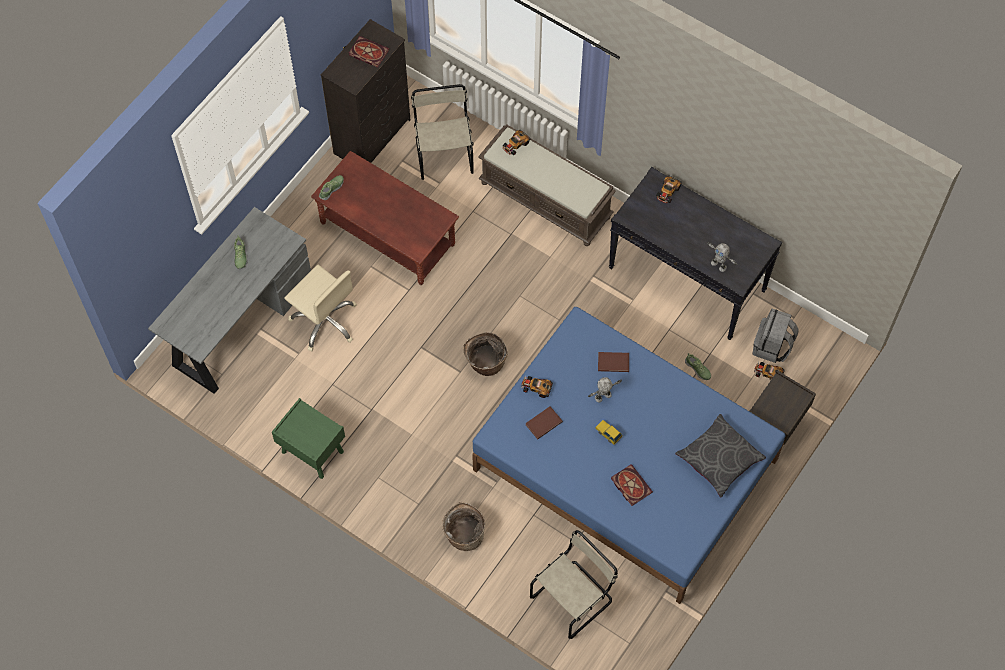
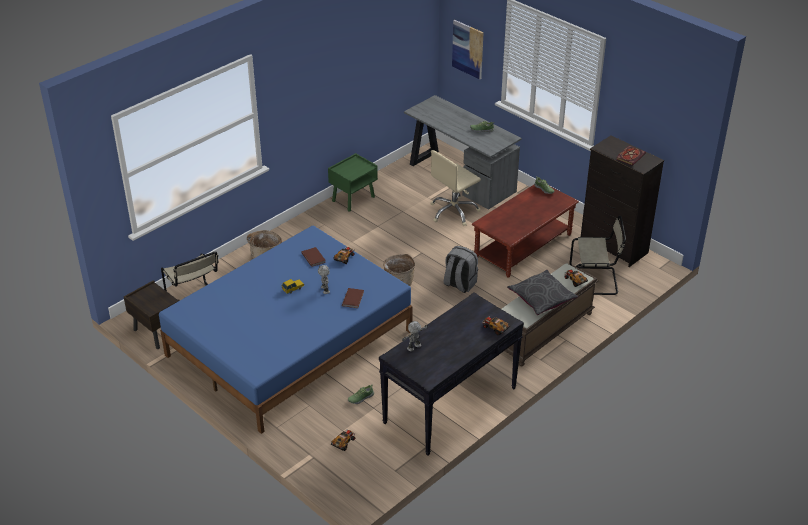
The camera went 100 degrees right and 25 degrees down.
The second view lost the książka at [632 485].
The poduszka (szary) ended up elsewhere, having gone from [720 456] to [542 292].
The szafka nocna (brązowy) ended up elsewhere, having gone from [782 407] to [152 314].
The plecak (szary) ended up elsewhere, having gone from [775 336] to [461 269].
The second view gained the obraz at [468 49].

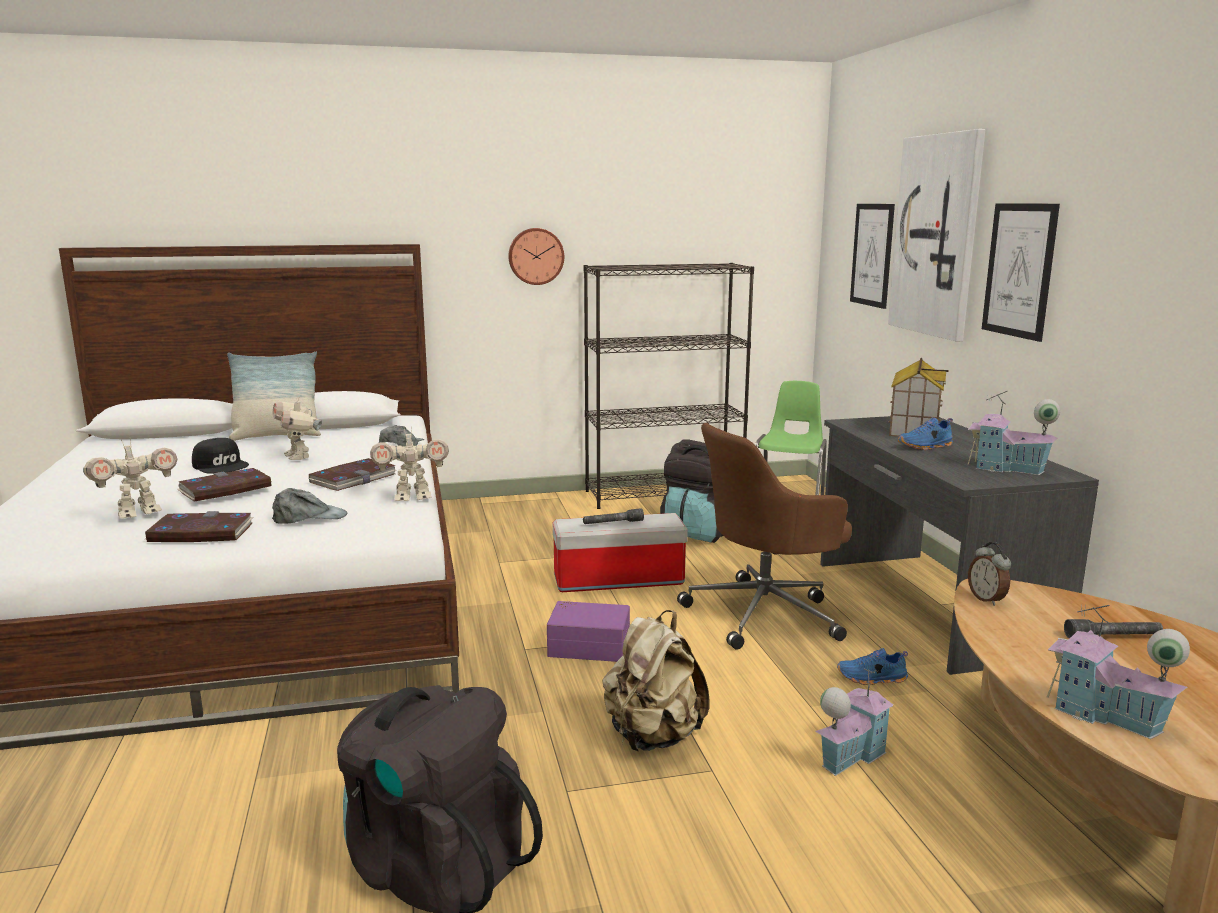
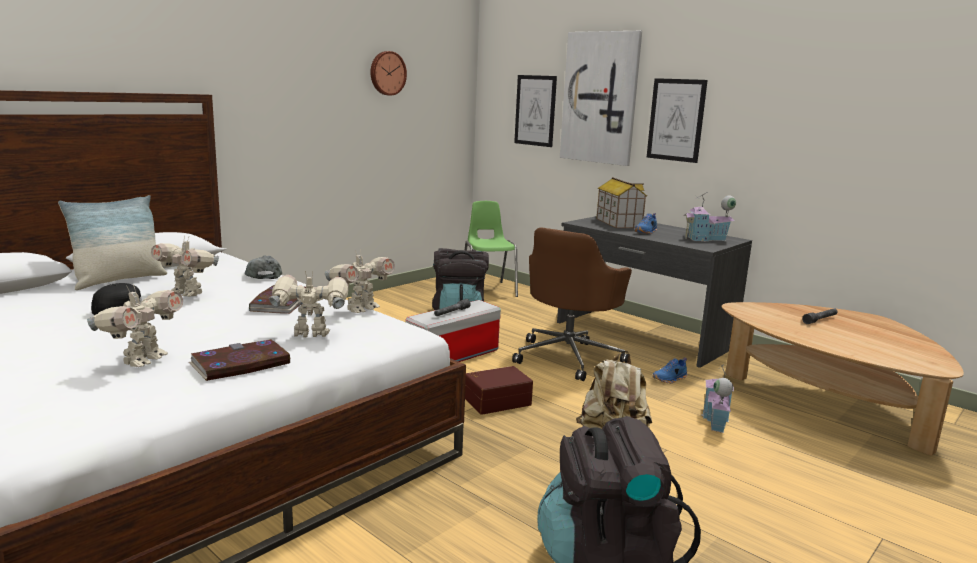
The camera went 35 degrees left and 0 degrees up.
The second view lost the książka at [224 485].
Where the czapka z daszkiem (szary) stood at [309 506], the robot zabawkowy came to stand at [309 304].
The zegar ścienny ended up elsewhere, having gone from [536 256] to [389 73].
What was the pojemnik do przechowywania (fioletowy) at [588 631] turned into the pojemnik do przechowywania (brązowy) at [499 390].
The second view lost the regał (czarny) at [669 386].
The second view lost the budzik at [989 574].
The second view lost the domek at [1118 672].

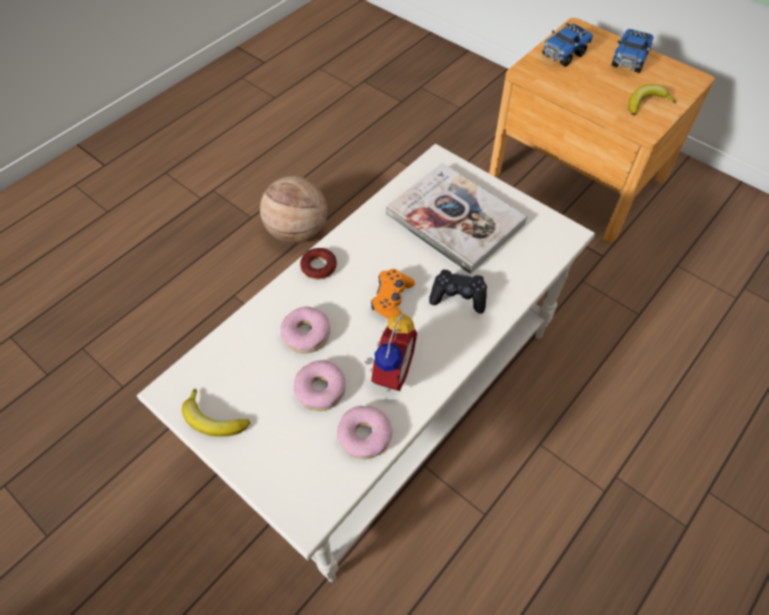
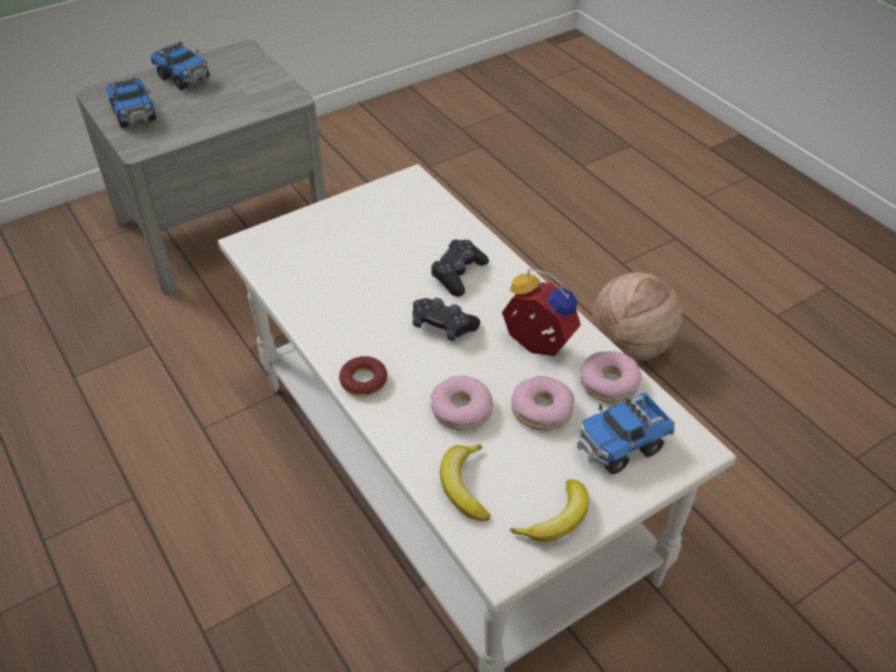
The camera went 75 degrees left and 10 degrees down.
The piłka do koszykówki ended up elsewhere, having gone from [293 210] to [637 316].
What was the pad do gier (pomarańczowy) at [393 294] turned into the pad do gier (czarny) at [446 319].
The second view lost the książka at [456 218].
What was the szafka nocna (brązowy) at [602 130] turned into the szafka nocna (szary) at [200 167].
The banan ended up elsewhere, having gone from [652 99] to [465 483].
The second view gained the ciężarówka zabawkowa at [626 433].

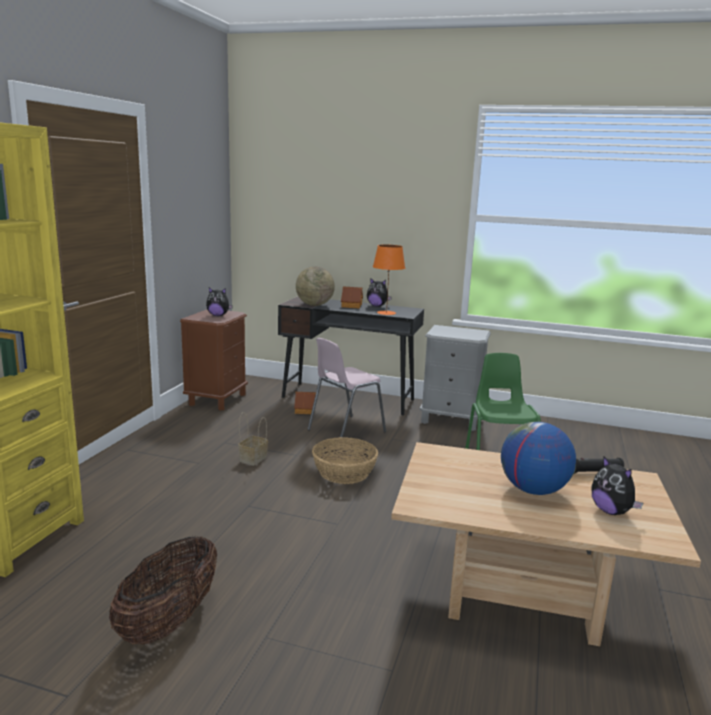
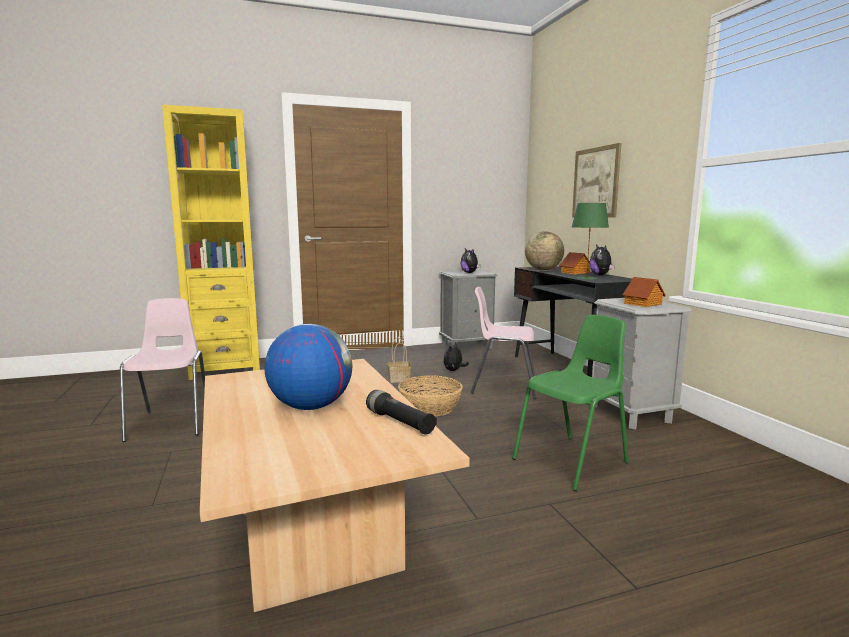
The camera went 55 degrees right and 5 degrees down.
Where the koszyk stood at [163 589], the krzesło (różowy) came to stand at [162 370].
What was the szafka nocna (brązowy) at [214 360] turned into the szafka nocna (szary) at [468 309].
The domek ended up elsewhere, having gone from [305 403] to [644 292].
What was the lampa stołowa (pomarańczowy) at [389 279] turned into the lampa stołowa (zielony) at [590 241].
The pluszak ended up elsewhere, having gone from [617 486] to [456 356].
The second view gained the obraz at [597 180].

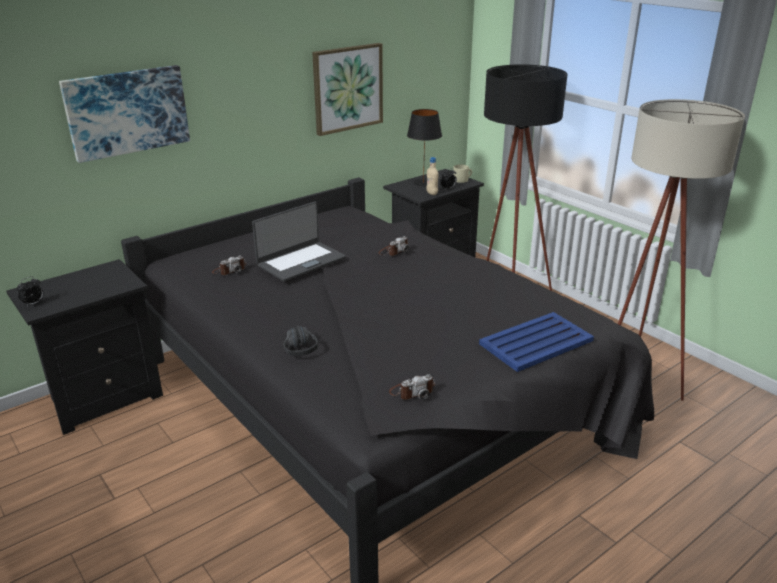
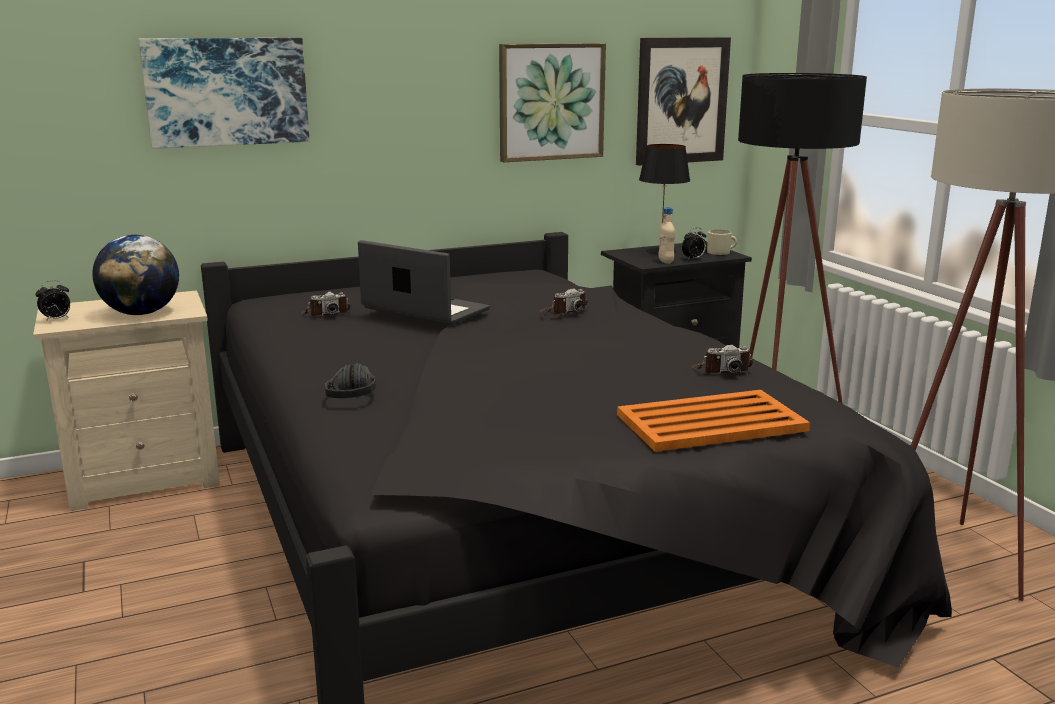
The camera went 15 degrees right and 10 degrees down.
What was the szafka nocna (czarny) at [84 347] turned into the szafka nocna (beżowy) at [126 400].
The laptop at [299 241] ended up facing another way, 120 degrees counterclockwise from before.
The aparat fotograficzny ended up elsewhere, having gone from [412 387] to [722 359].
What was the taca (niebieski) at [536 342] turned into the taca (pomarańczowy) at [713 421].
The second view gained the globus at [135 275].
The second view gained the obraz at [683 101].

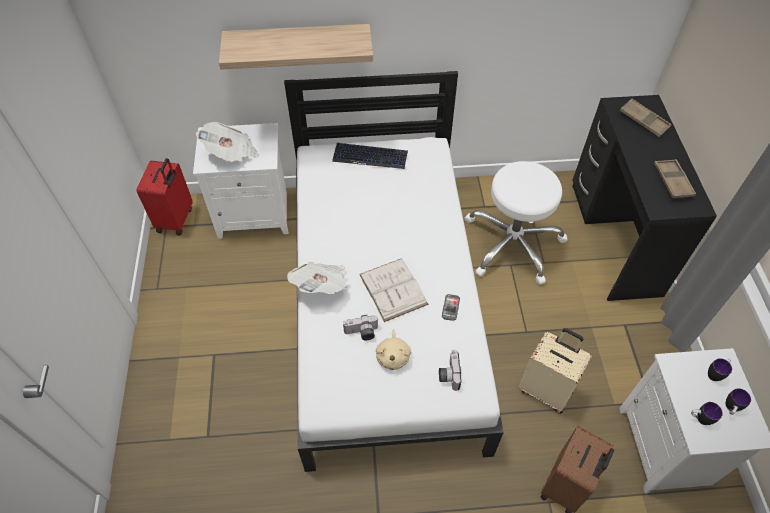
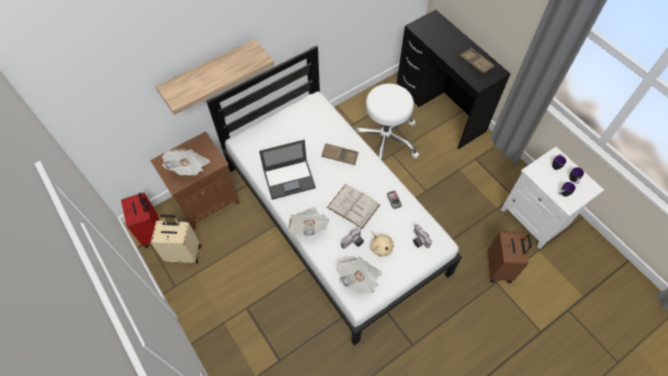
The camera went 30 degrees left and 5 degrees up.
What was the szafka nocna (biały) at [240 181] turned into the szafka nocna (brązowy) at [195 180].
The second view lost the klawiatura at [370 156].
The walizka (beżowy) ended up elsewhere, having gone from [555 371] to [176 239].
The taca (brązowy) ended up elsewhere, having gone from [645 117] to [340 154].
The second view gained the laptop at [287 170].
The second view gained the gazeta at [359 275].

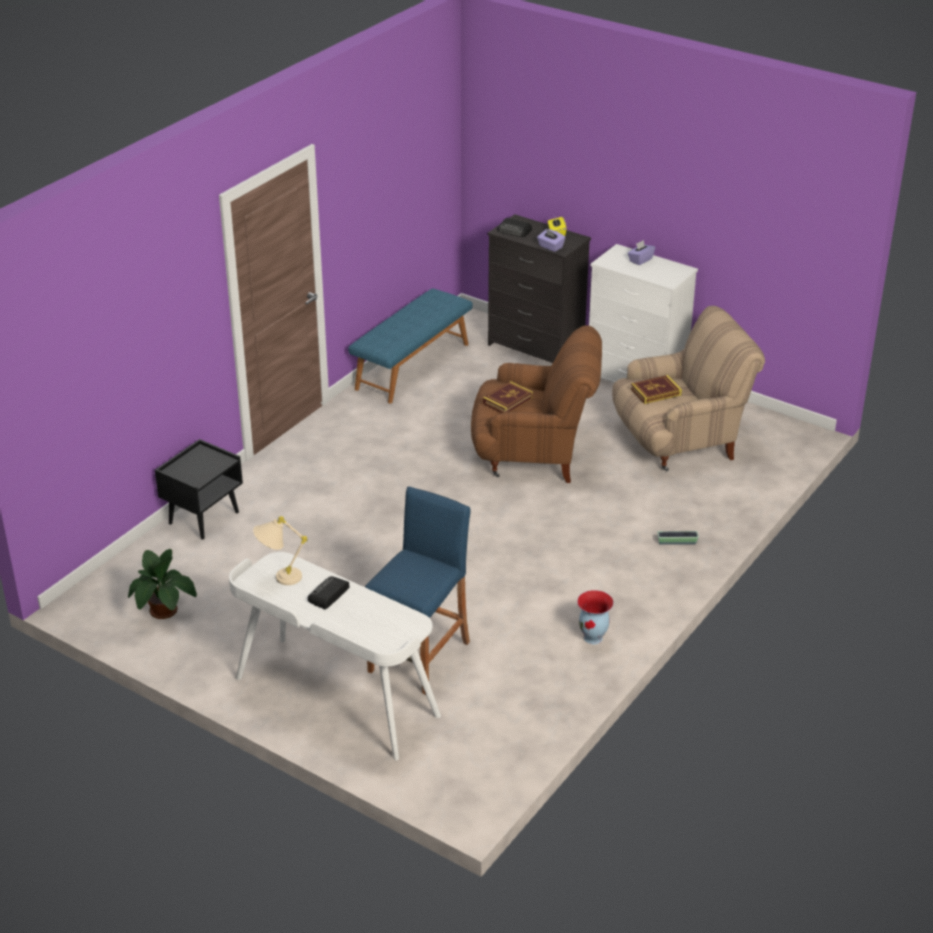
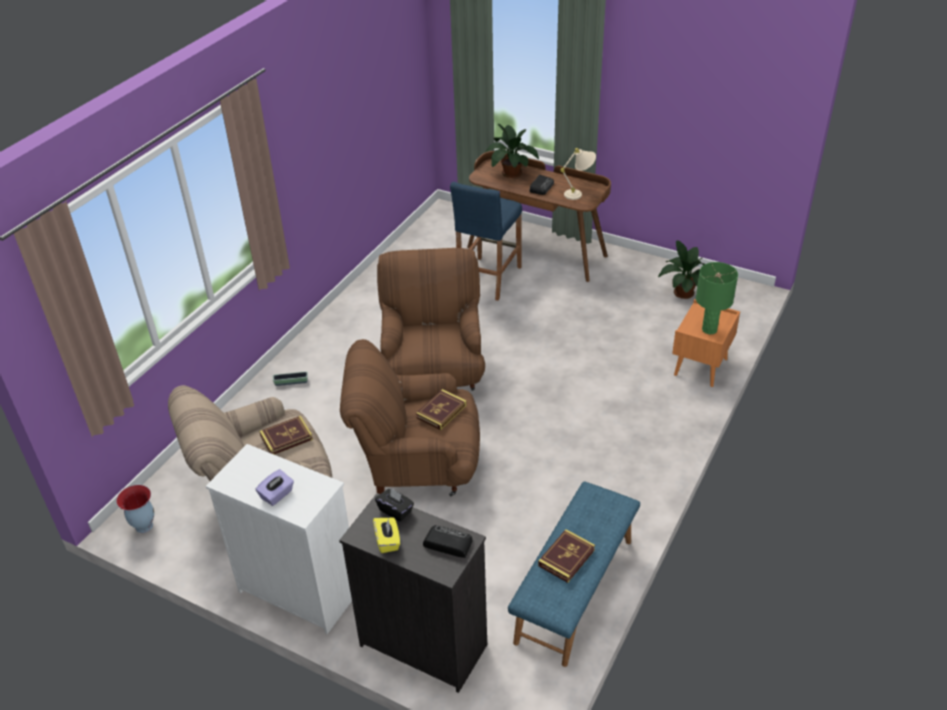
The camera went 175 degrees right and 5 degrees up.
What was the szafka nocna (czarny) at [199 489] turned into the szafka nocna (pomarańczowy) at [706 343].
What was the biurko (biały) at [335 656] turned into the biurko (brązowy) at [539 216].
What was the pudełko chusteczek (fioletowy) at [551 240] turned into the pudełko chusteczek (czarny) at [394 505].
The wazon ended up elsewhere, having gone from [595 617] to [135 509].
The second view gained the fotel (brązowy) at [431 319].
The second view gained the roślina doniczkowa at [512 151].
The second view gained the książka at [566 556].
The second view gained the lampa stołowa (zielony) at [717 298].

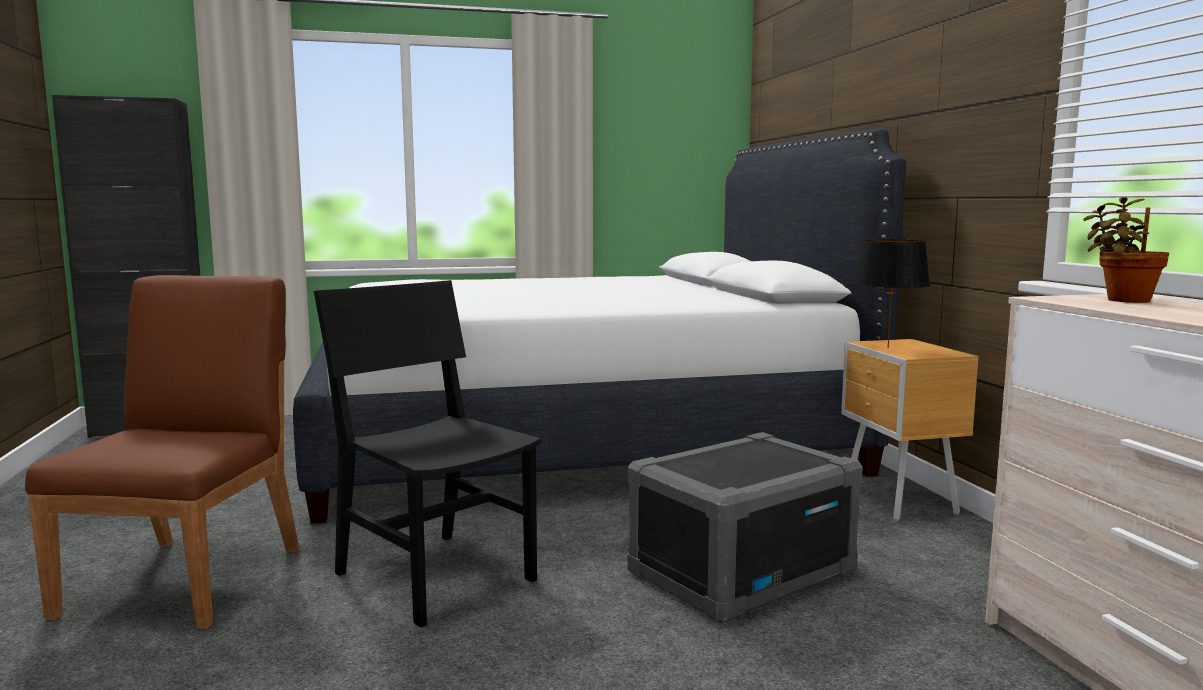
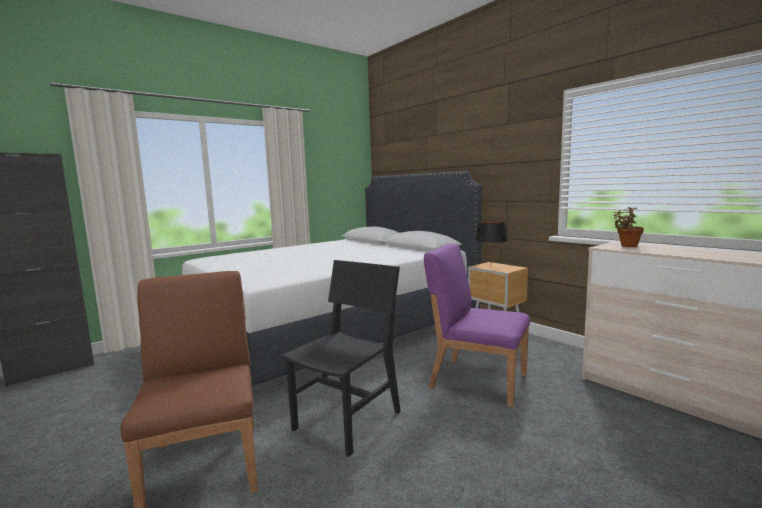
The camera went 25 degrees left and 0 degrees up.
The krzesło (czarny) at [427 454] ended up facing another way, 105 degrees clockwise from before.
Where the pojemnik do przechowywania (szary) stood at [745 528], the krzesło (fioletowy) came to stand at [477 325].

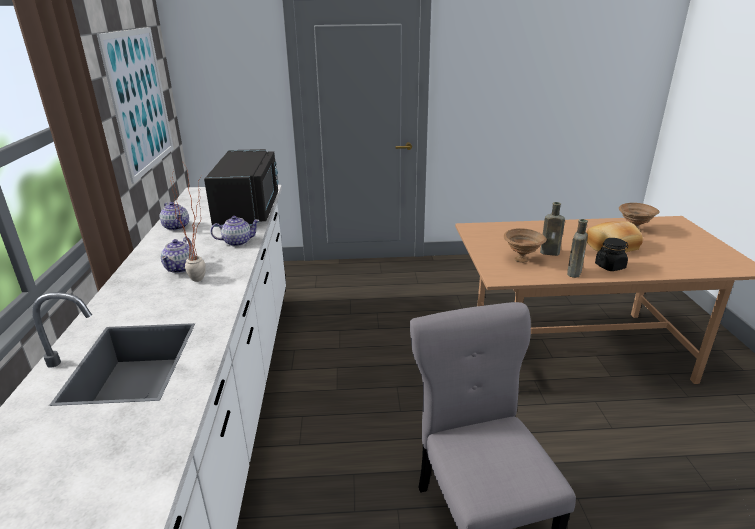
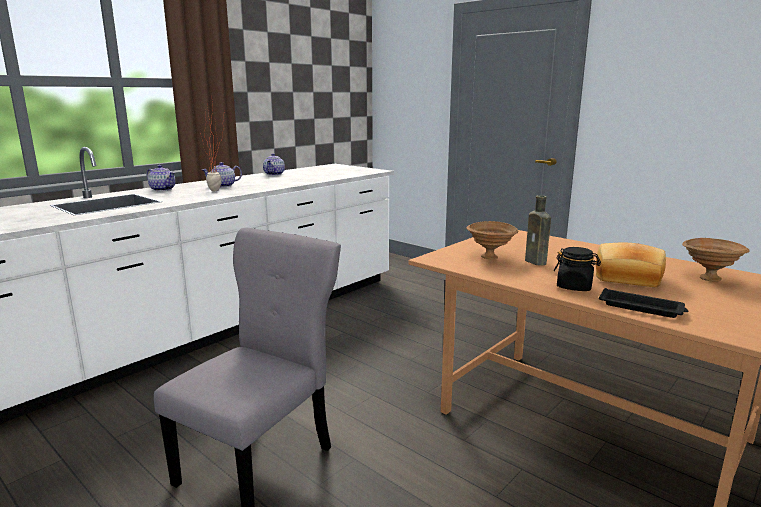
The camera went 45 degrees right and 10 degrees down.
The second view lost the obraz at [135 105].
The second view lost the mikrofalówka (czarny) at [241 188].
The imbryk ended up elsewhere, having gone from [235 231] to [161 178].
The second view lost the butelka (brązowy) at [577 248].
The second view gained the taca (czarny) at [644 303].

